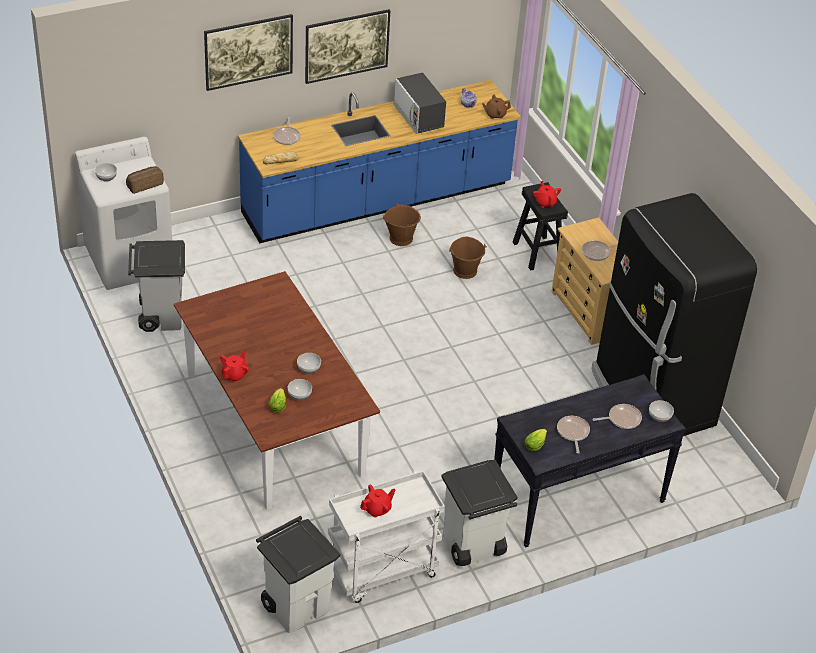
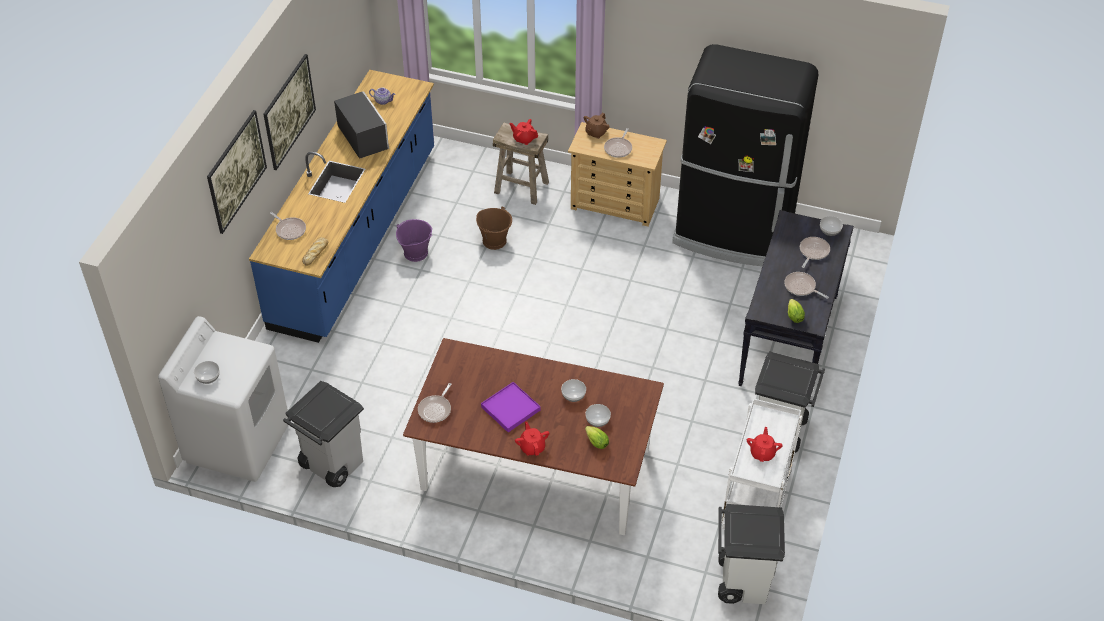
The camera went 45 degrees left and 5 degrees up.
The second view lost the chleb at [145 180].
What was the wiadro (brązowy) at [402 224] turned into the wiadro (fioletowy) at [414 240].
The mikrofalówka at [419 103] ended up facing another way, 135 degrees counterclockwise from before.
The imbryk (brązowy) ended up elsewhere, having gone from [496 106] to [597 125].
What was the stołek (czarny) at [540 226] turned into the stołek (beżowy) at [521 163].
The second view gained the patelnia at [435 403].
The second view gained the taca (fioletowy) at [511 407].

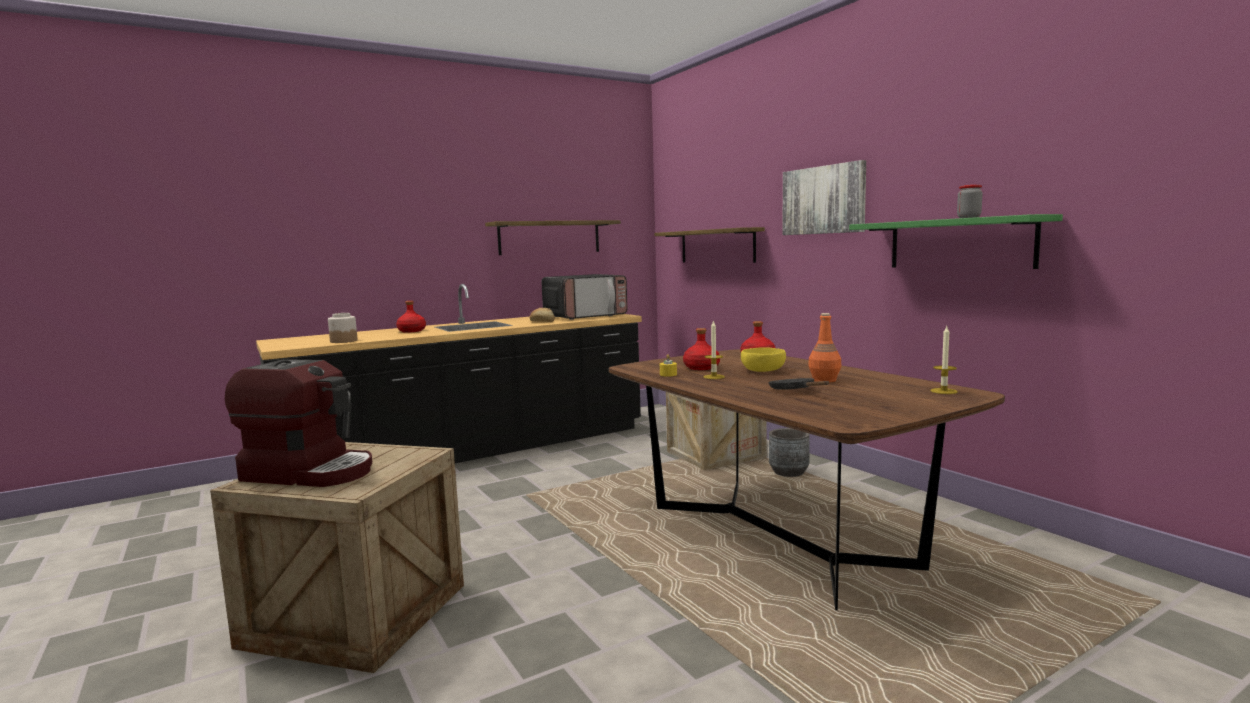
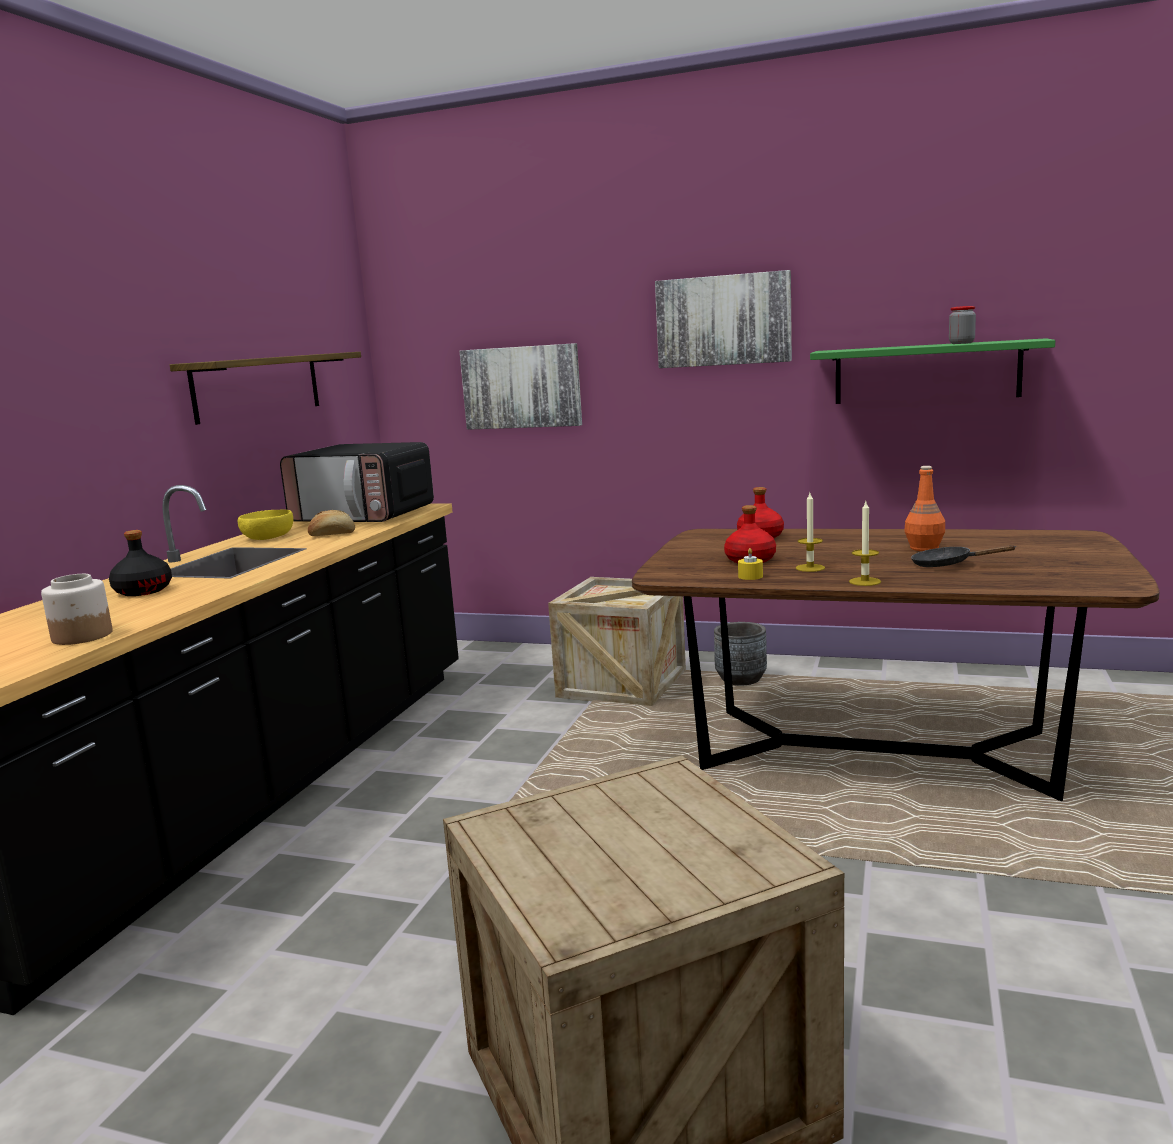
The camera went 40 degrees left and 5 degrees up.
The second view lost the ekspres do kawy at [298 423].
What was the butelka (czerwony) at [411 317] turned into the butelka (czarny) at [140 563].
The mikrofalówka at [584 297] ended up facing another way, 90 degrees clockwise from before.
Where the półka hung at [709 245], the obraz came to hang at [521 386].
The miska (żółty) ended up elsewhere, having gone from [763 360] to [265 525].
The świeca ended up elsewhere, having gone from [944 360] to [865 543].

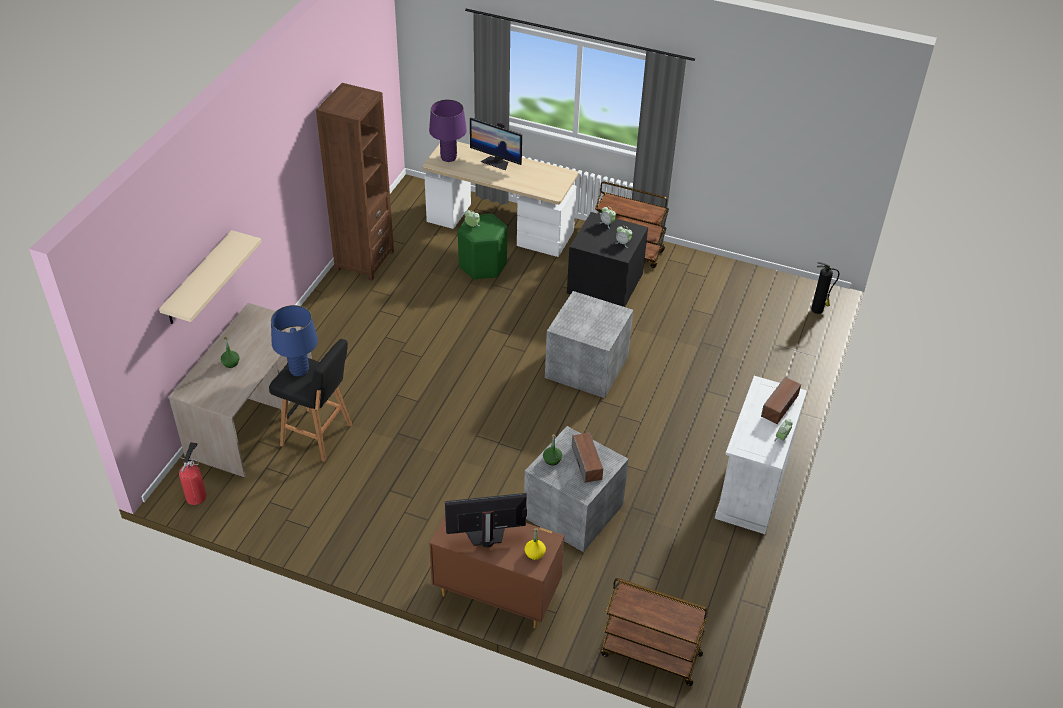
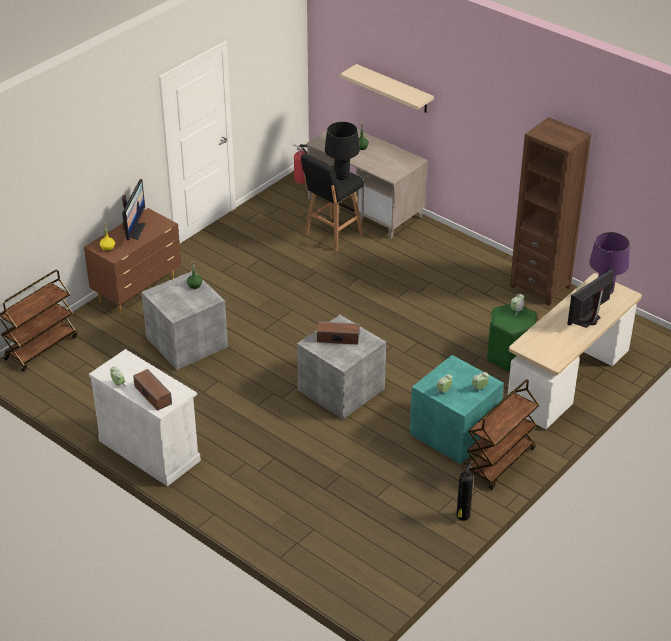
The camera went 110 degrees right and 5 degrees down.
What was the lampa stołowa (niebieski) at [294 340] turned into the lampa stołowa (czarny) at [342 150].
What was the pojemnik do przechowywania (czarny) at [607 259] turned into the pojemnik do przechowywania (turkusowy) at [457 409].
The głośnik ended up elsewhere, having gone from [587 458] to [338 333].
The gaśnica ended up elsewhere, having gone from [825 288] to [464 490].

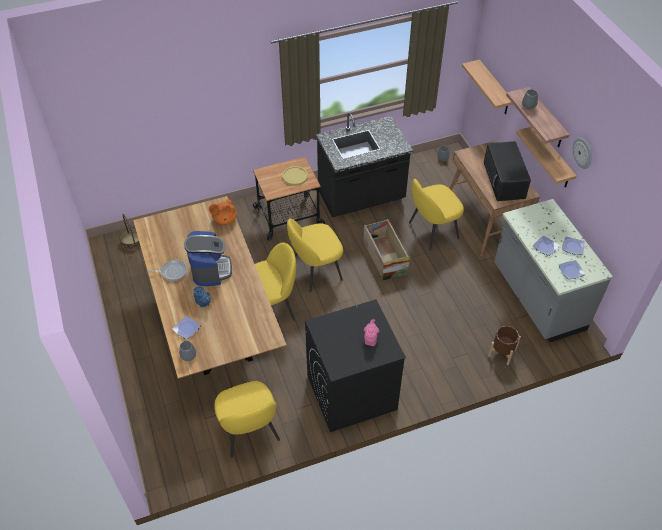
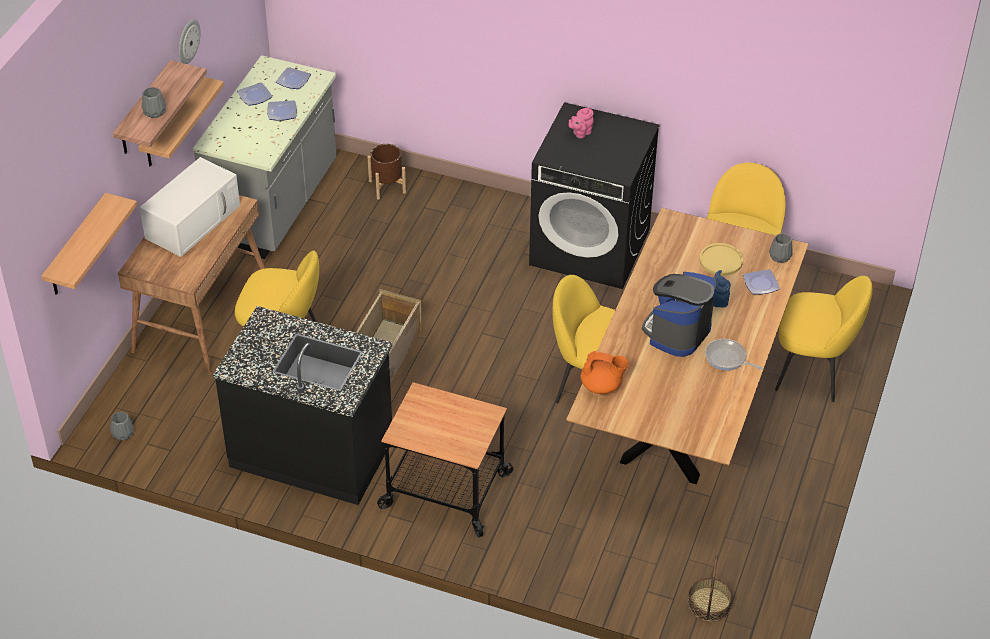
The camera went 140 degrees left and 5 degrees down.
The talerz (żółty) ended up elsewhere, having gone from [295 176] to [721 259].
The krzesło (żółty) ended up elsewhere, having gone from [315 256] to [824 339].
What was the mikrofalówka (czarny) at [507 171] turned into the mikrofalówka (biały) at [189 207].

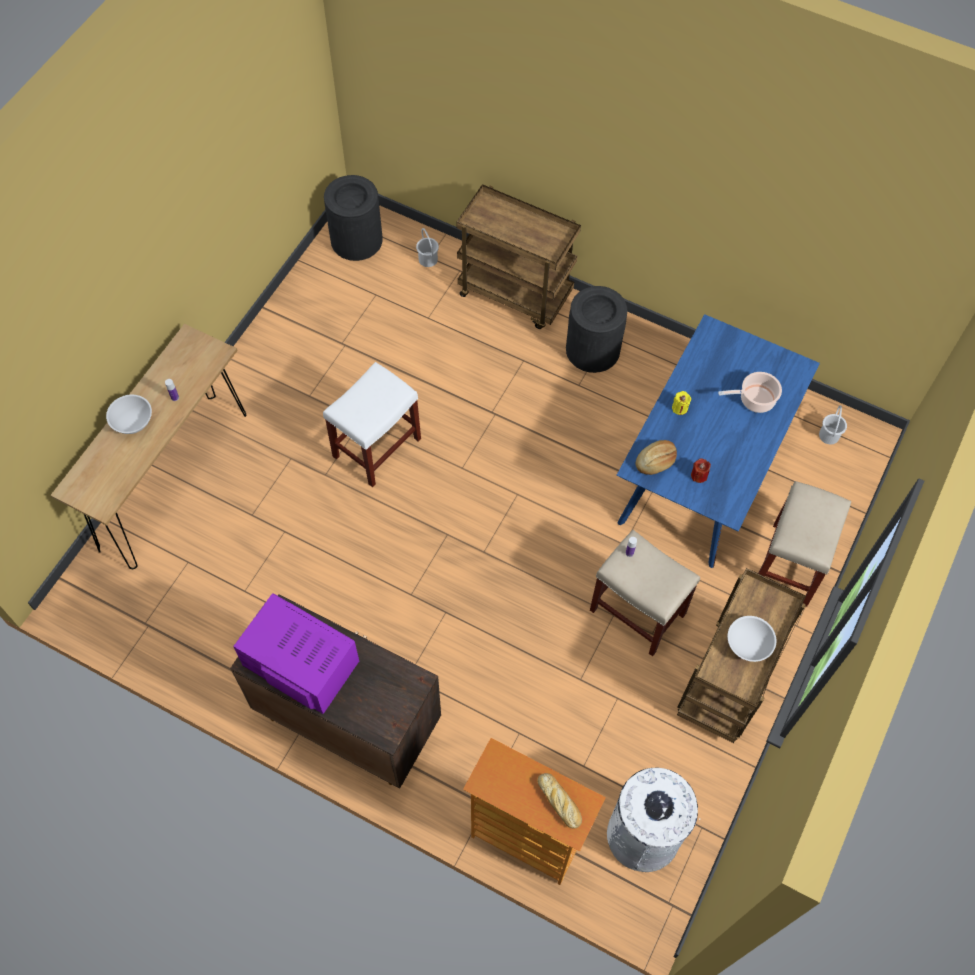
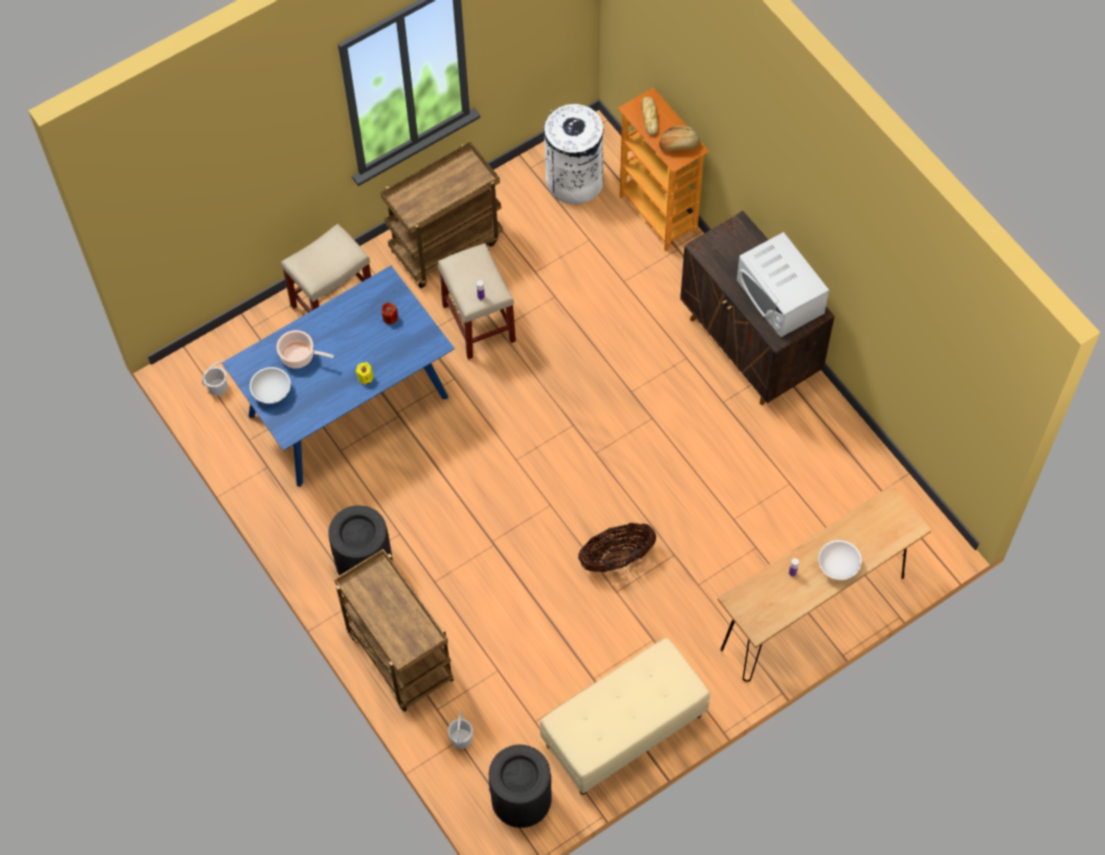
The camera went 150 degrees left and 0 degrees up.
What was the mikrofalówka (fioletowy) at [296 653] turned into the mikrofalówka (biały) at [783 284].
Where the stołek (biały) stood at [372 424], the koszyk came to stand at [617 547].
The chleb ended up elsewhere, having gone from [656 457] to [679 138].
The miska (biały) ended up elsewhere, having gone from [752 639] to [270 385].
The second view gained the ławka (beżowy) at [625 716].

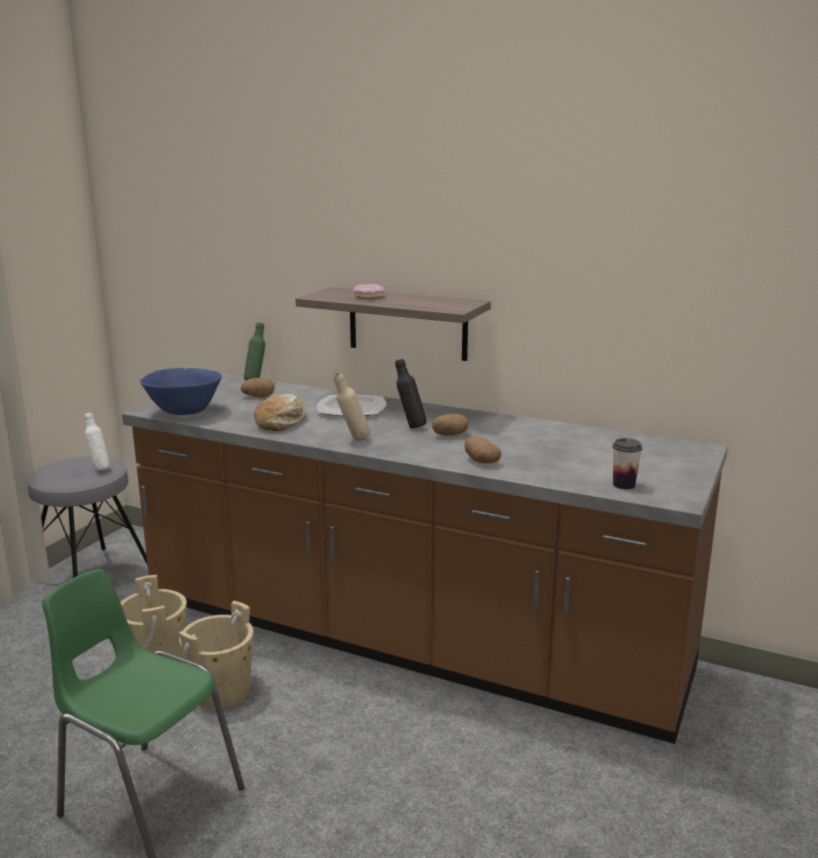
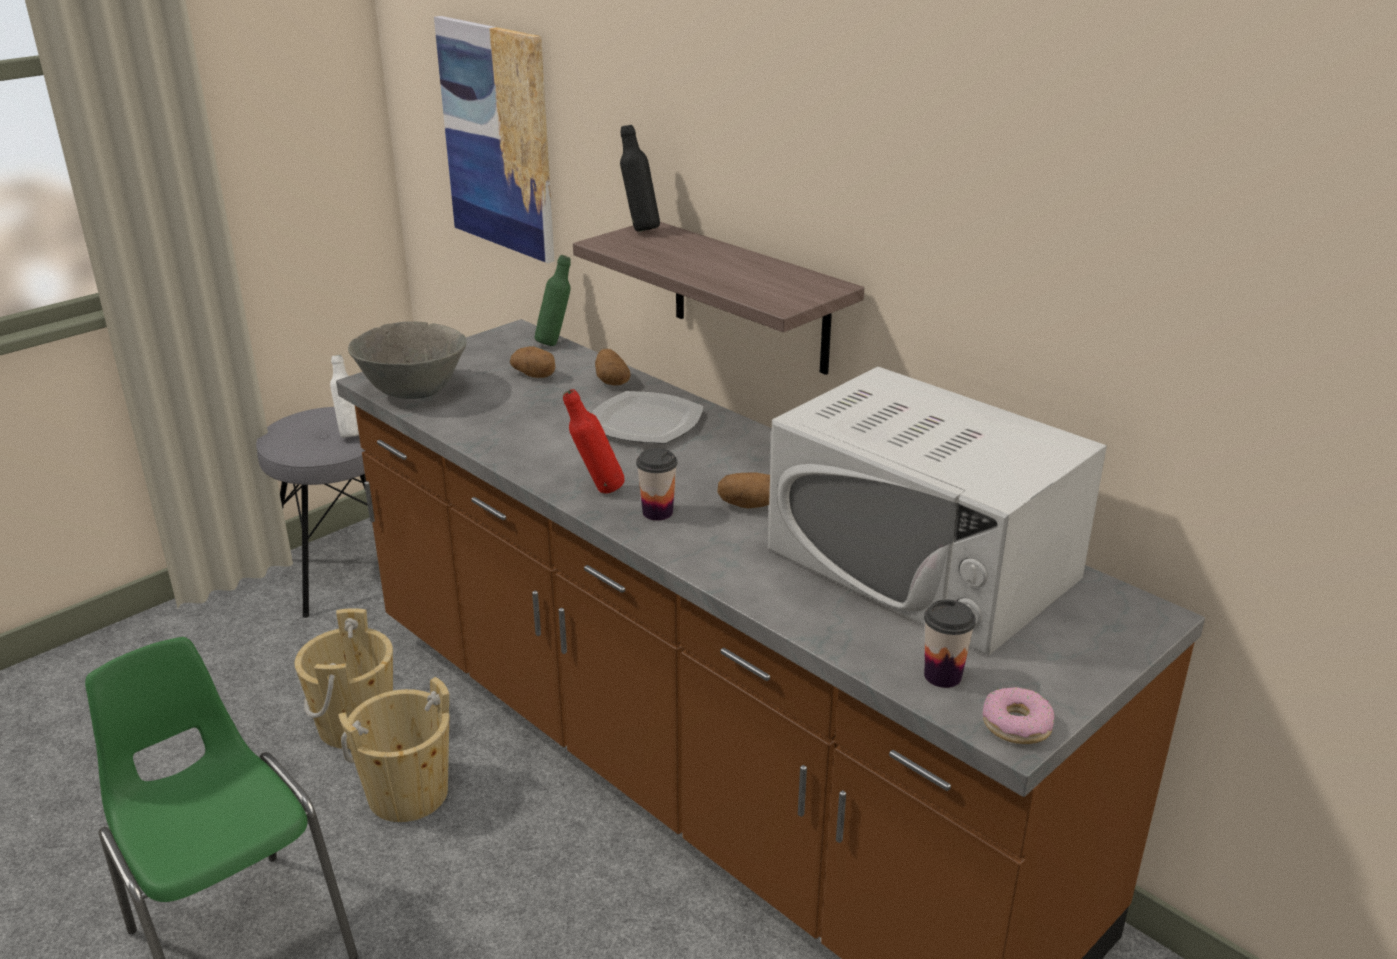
The camera went 20 degrees right and 10 degrees up.
What was the miska (niebieski) at [181 391] turned into the miska (szary) at [407 360].
The second view lost the chleb at [280 412].
What was the butelka (beżowy) at [352 406] turned into the butelka (czerwony) at [594 441].
The donut ended up elsewhere, having gone from [369 291] to [1018 715].
The butelka (czarny) ended up elsewhere, having gone from [411 394] to [640 178].
The ziemniak ended up elsewhere, having gone from [483 450] to [612 367].
The second view gained the obraz at [494 139].
The second view gained the filiżanka at [656 484].
The second view gained the mikrofalówka (biały) at [937 511].

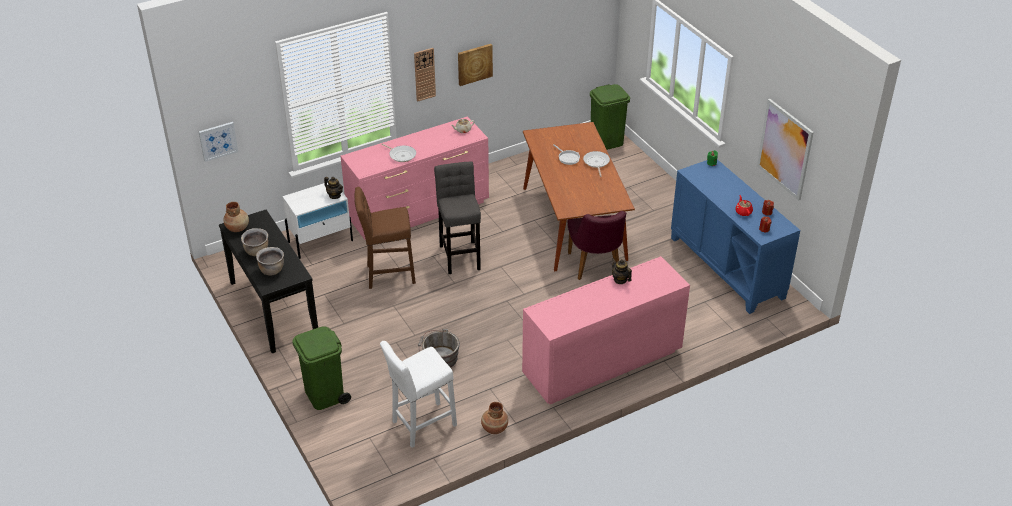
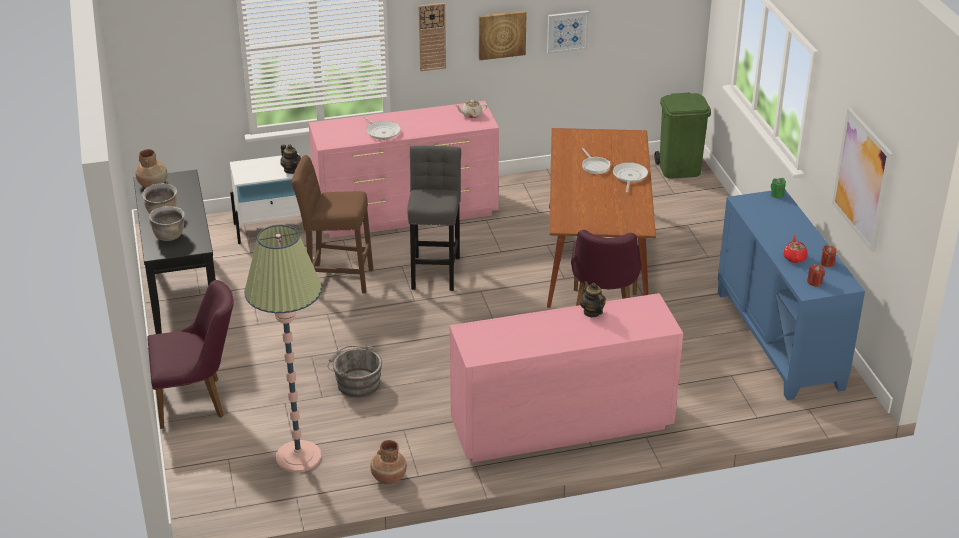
The camera went 15 degrees right and 5 degrees down.
The obraz ended up elsewhere, having gone from [218 142] to [568 32].
Where the kosz na śmieci (zielony) stood at [321 368], the krzesło (fioletowy) came to stand at [190 354].
Where the stołek (biały) stood at [418 394], the lampa stojąca came to stand at [283 349].

